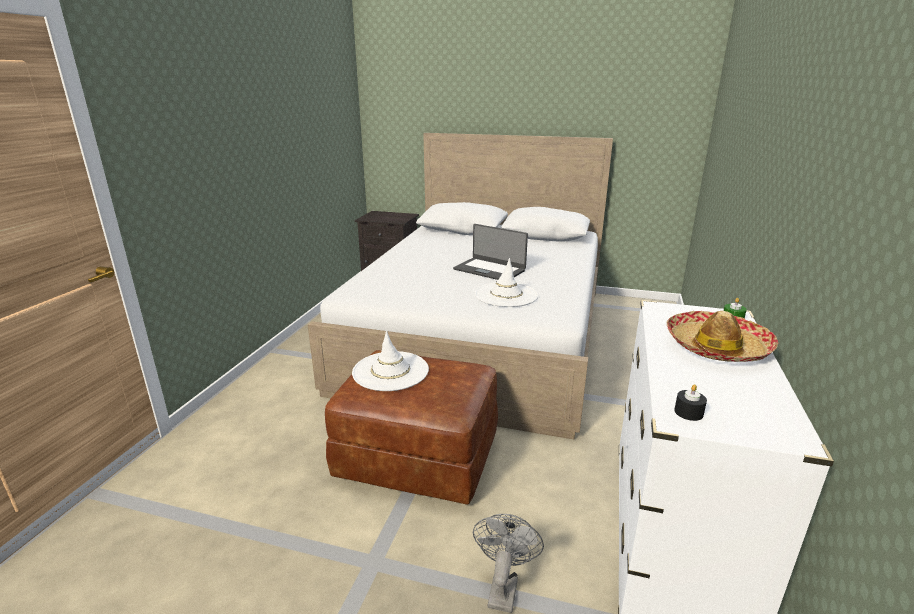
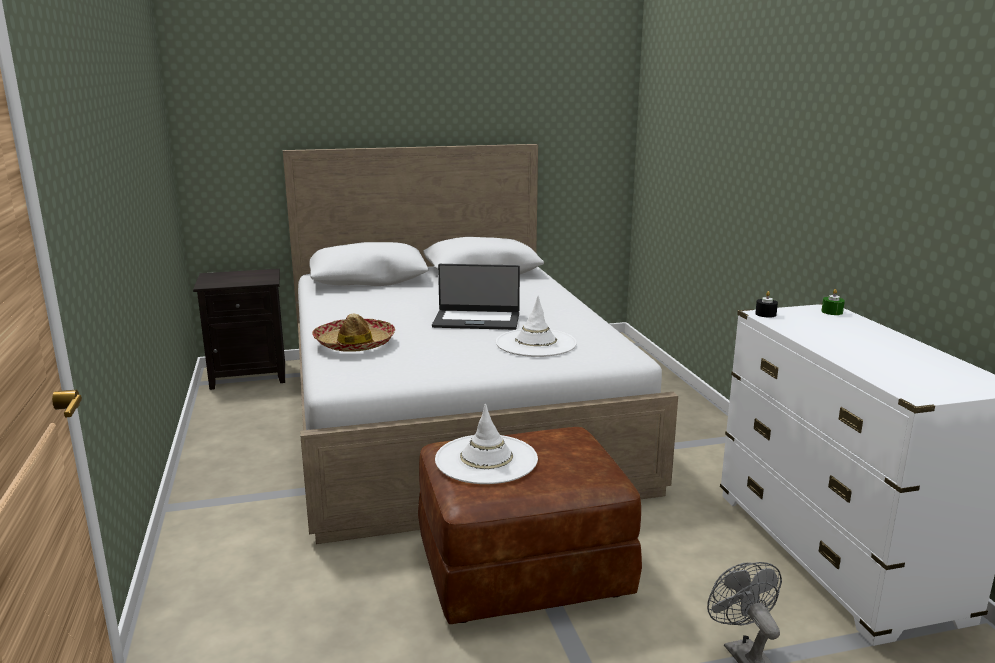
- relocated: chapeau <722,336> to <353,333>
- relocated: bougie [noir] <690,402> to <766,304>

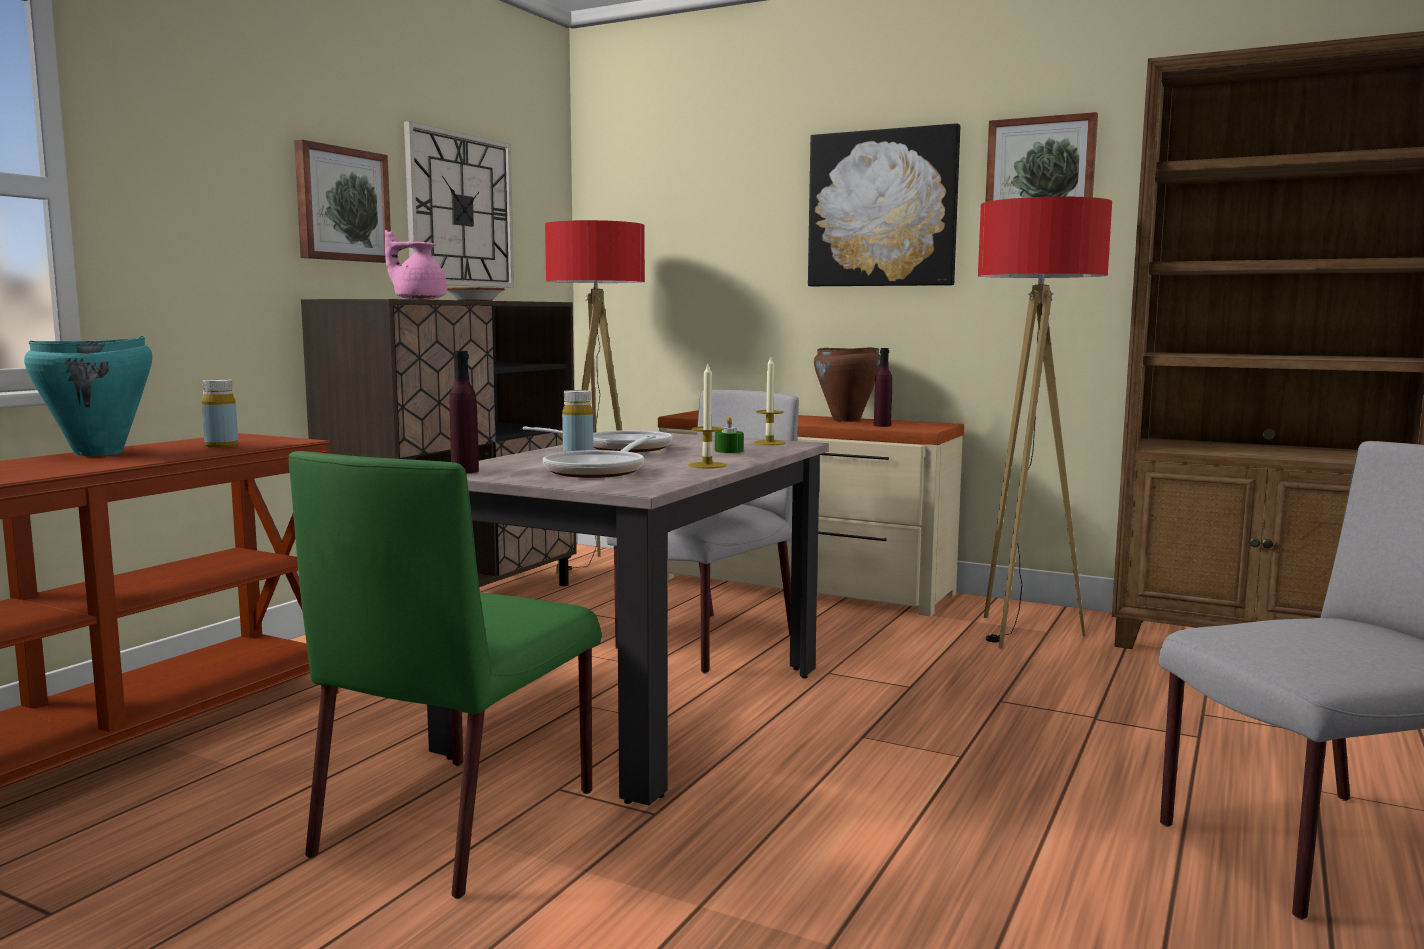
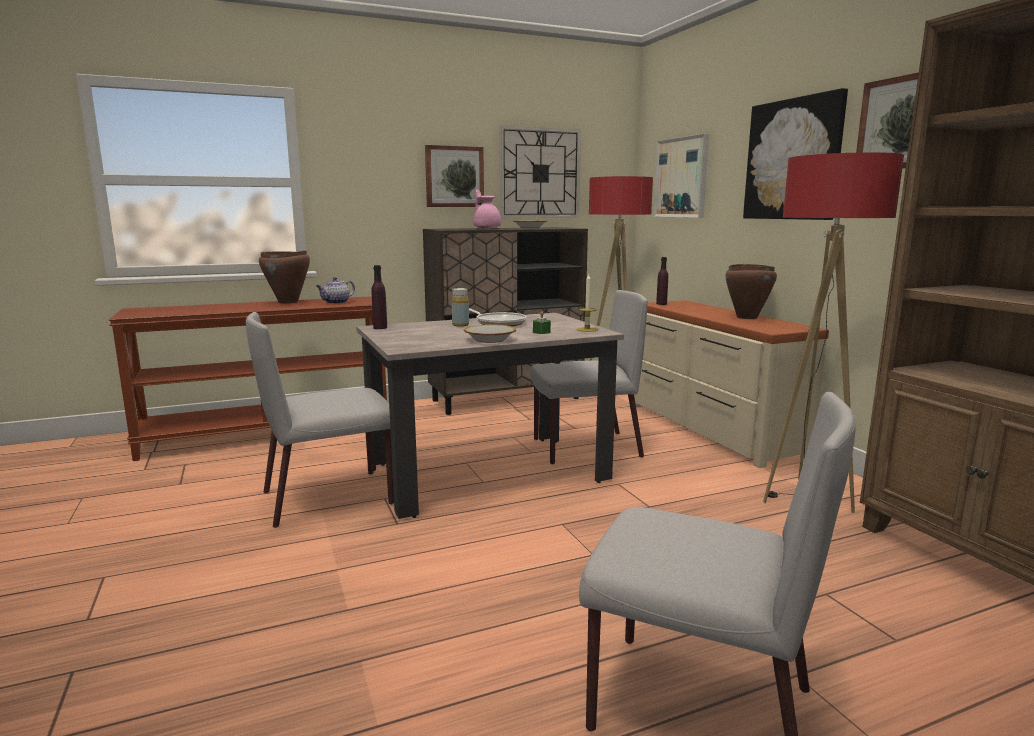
- missing: poêle <599,456>
- appeared: tableau <681,176>
- relocated: bouteille [violet] <883,387> to <662,281>
- exchanged: bouteille [jaune] <220,413> to théière <335,290>
- exchanged: bougie <707,415> to bol <490,333>
- colour: marmite [turquoise] <88,396> to marmite [marron] <284,277>
- colour: chaise [vert] <445,675> to chaise [gris] <320,420>

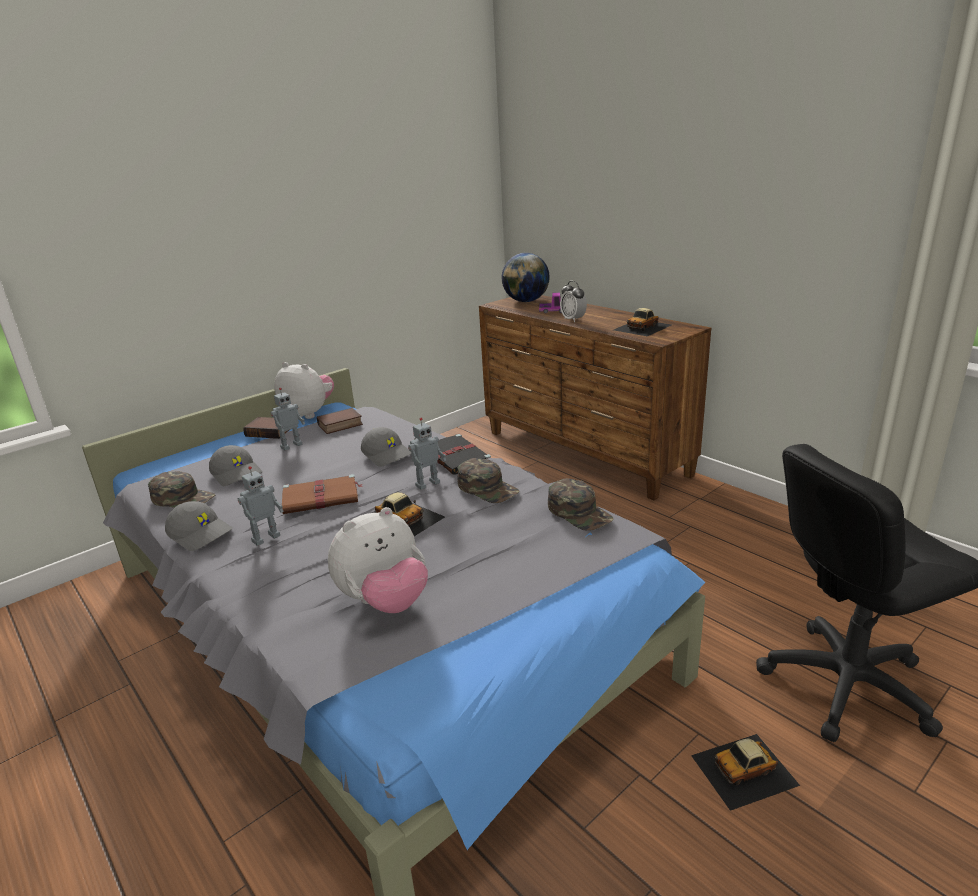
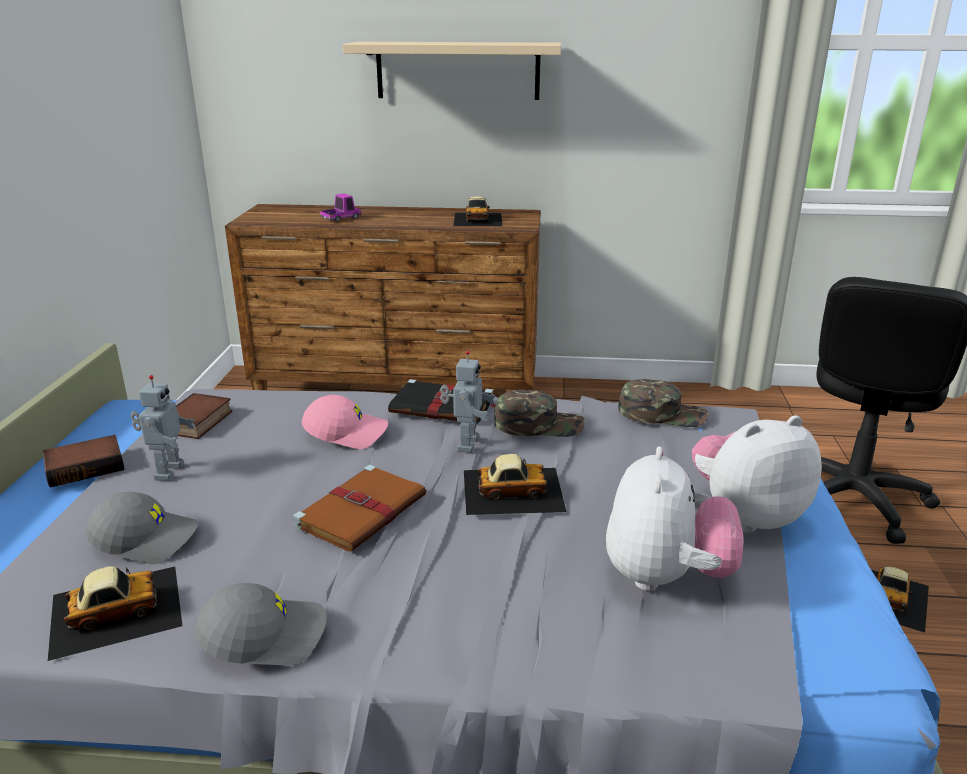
- missing: robot jouet <261,506>
- missing: globe <525,277>
- missing: réveil <573,301>
- appeared: étagère [beige] <452,71>
- relocated: peluche <304,390> to <757,474>
- exchanged: casquette [vert] <181,489> to petite voiture <115,613>
- colour: casquette [gris] <386,447> to casquette [rose] <345,422>

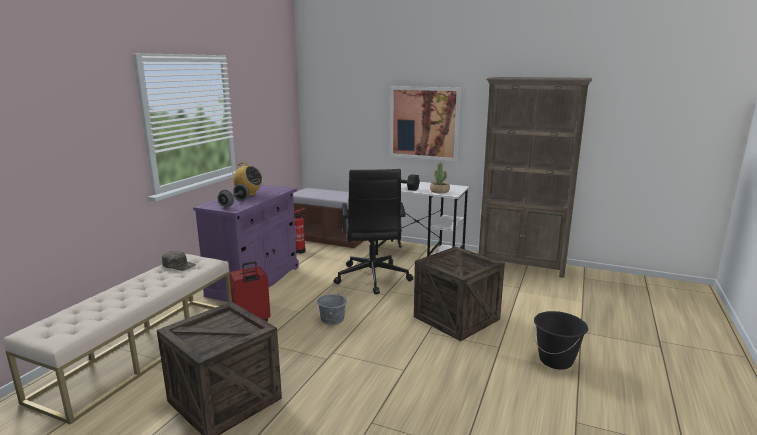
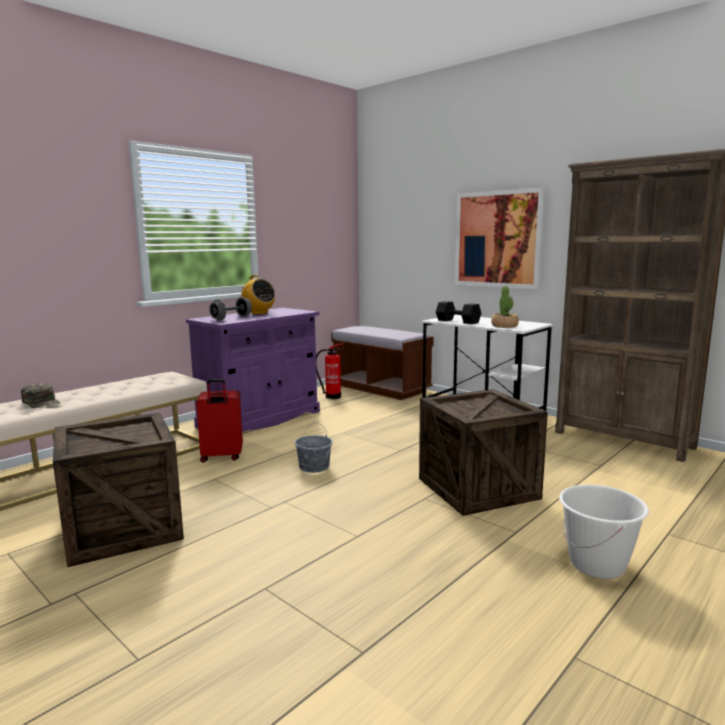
- missing: chaise de bureau [noir] <373,231>
- relocated: casquette [vert] <179,261> to <41,395>
- colour: seau [noir] <561,340> to seau [blanc] <604,532>

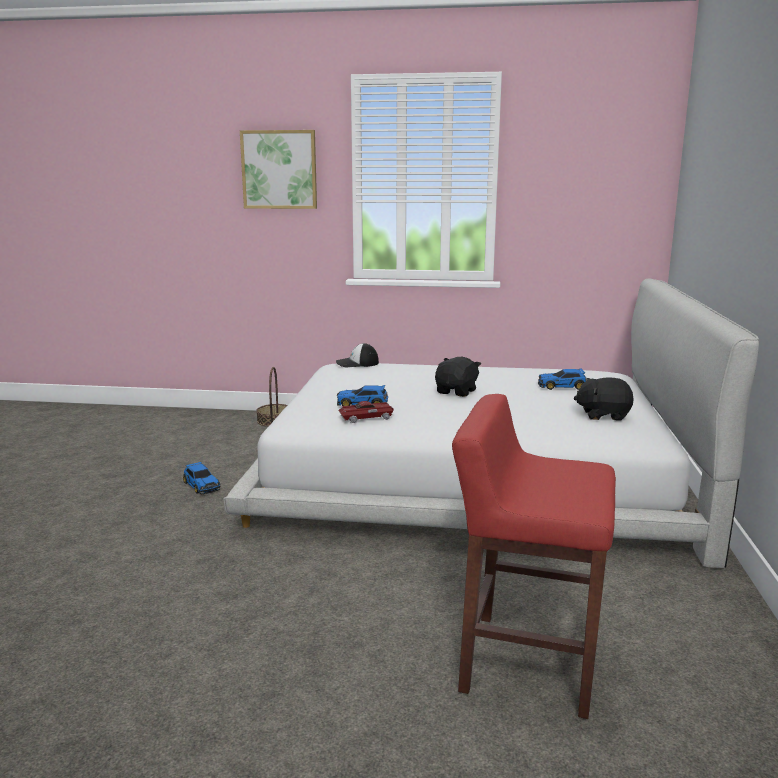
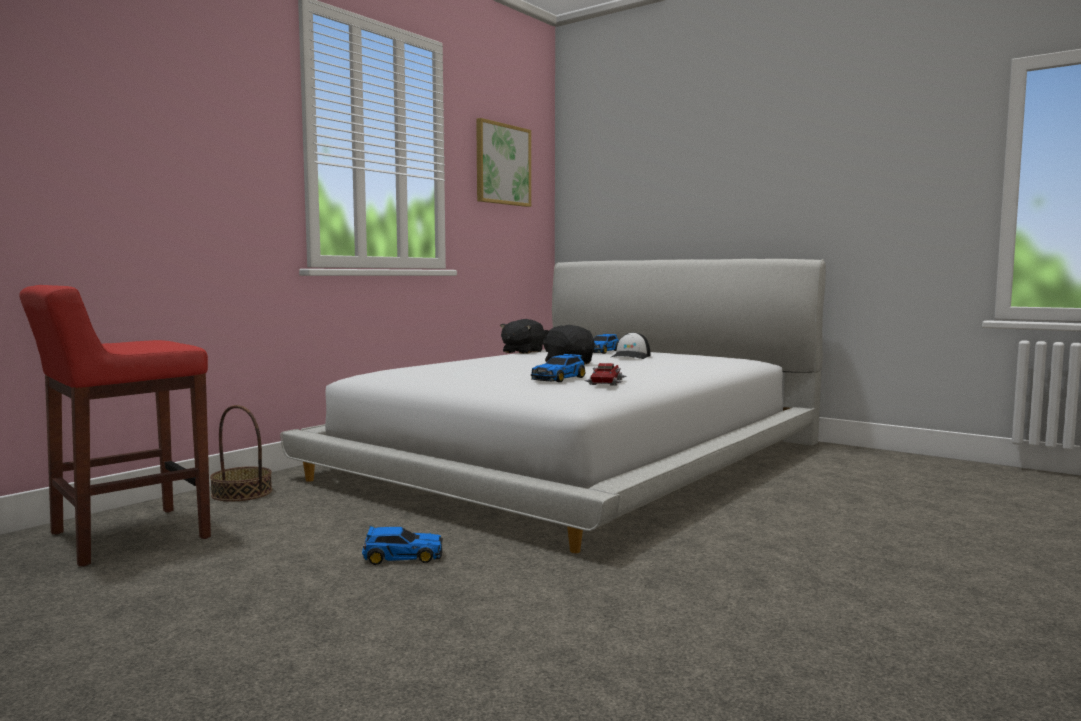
- relocated: tableau <278,169> to <503,162>
- relocated: casquette <357,355> to <631,345>
- relocated: tabouret [rouge] <534,556> to <115,426>
- relocated: peluche [noir] <604,399> to <522,336>

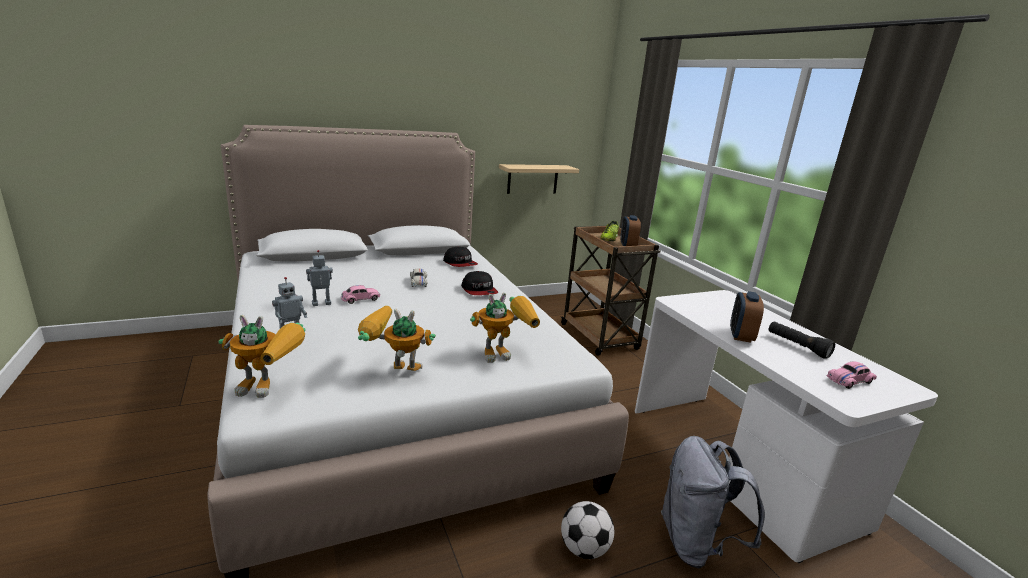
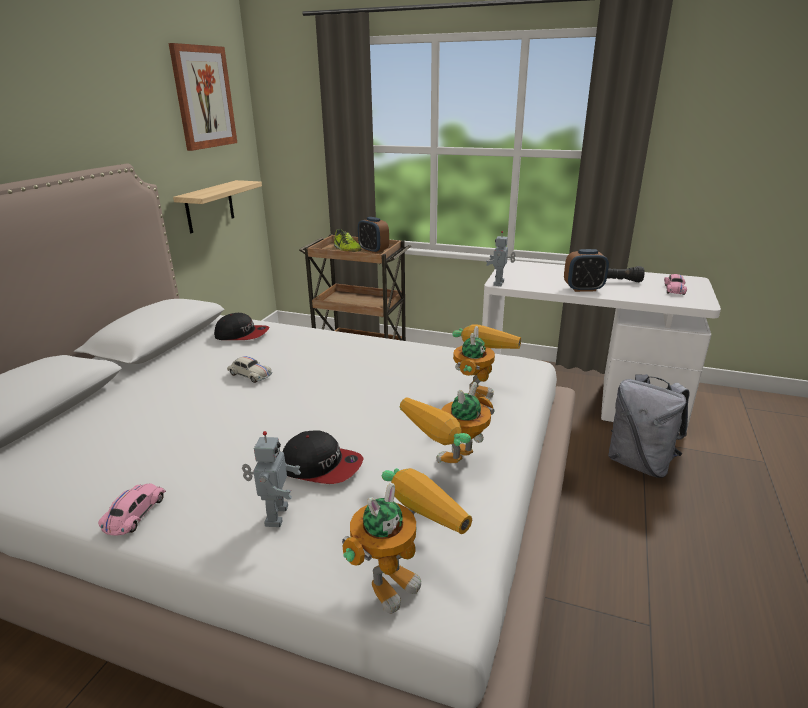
- missing: ballon de foot <587,530>
- appeared: tableau <203,97>
- relocated: robot jouet <319,278> to <501,258>
- relocated: petite voiture [rose] <360,294> to <132,509>
- relocated: casquette <479,283> to <323,457>
- spun: réveil <747,317> = <586,270> 60 degrees counterclockwise

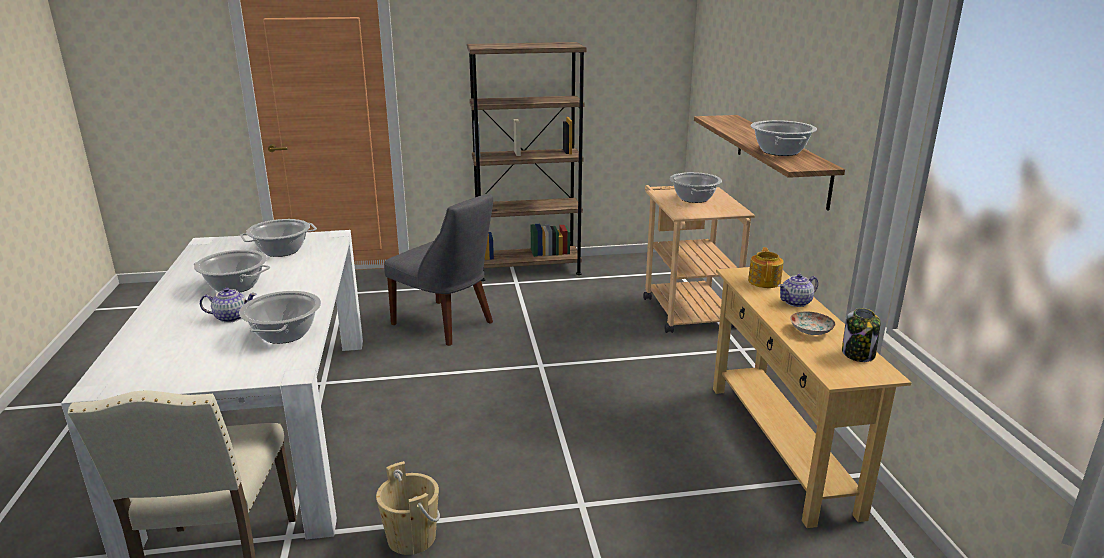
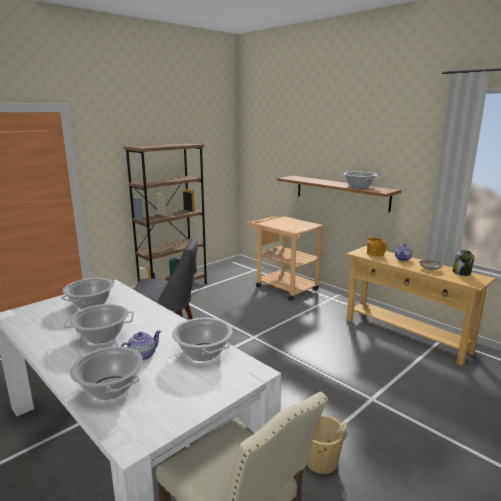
- relocated: marmite <696,187> to <106,373>

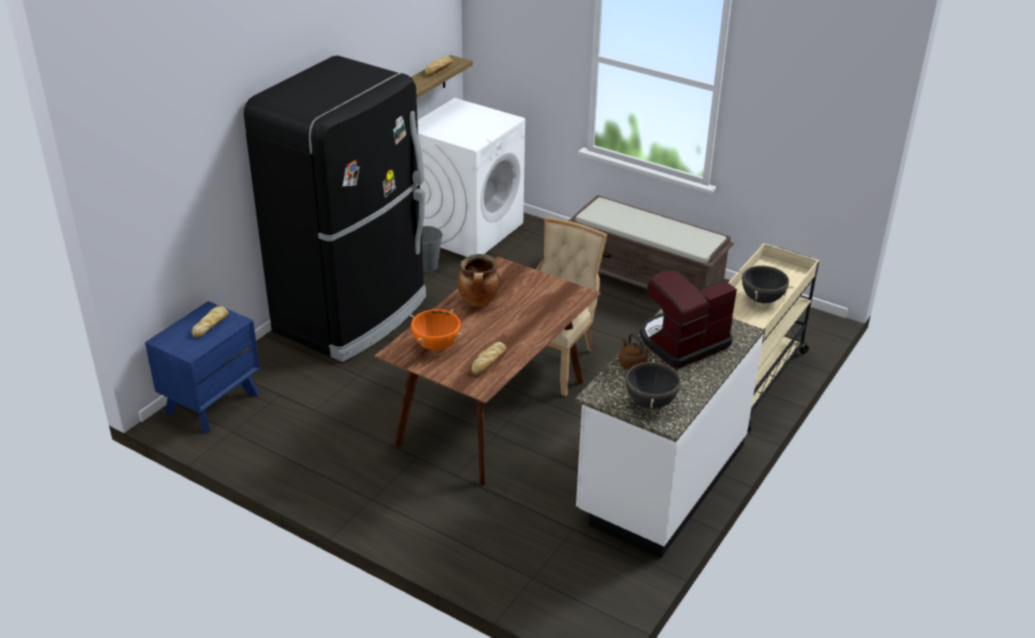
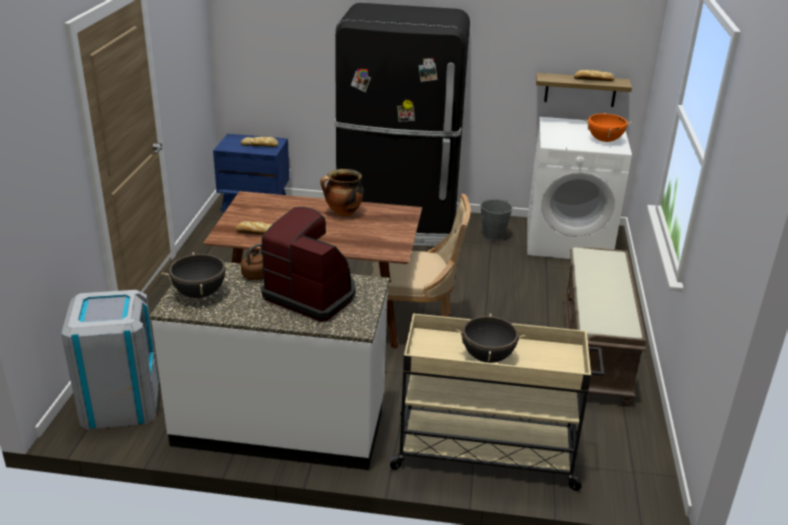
- appeared: poubelle [gris] <110,360>
- relocated: marmite [orange] <436,330> to <608,127>

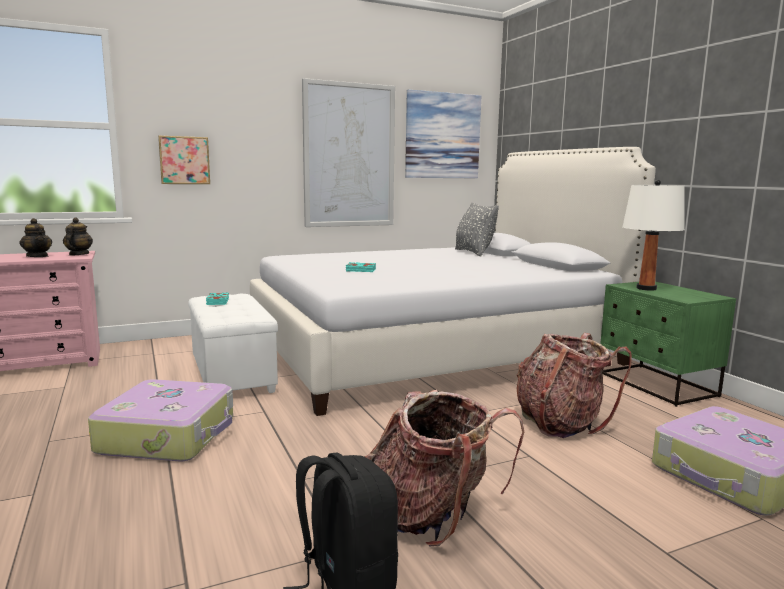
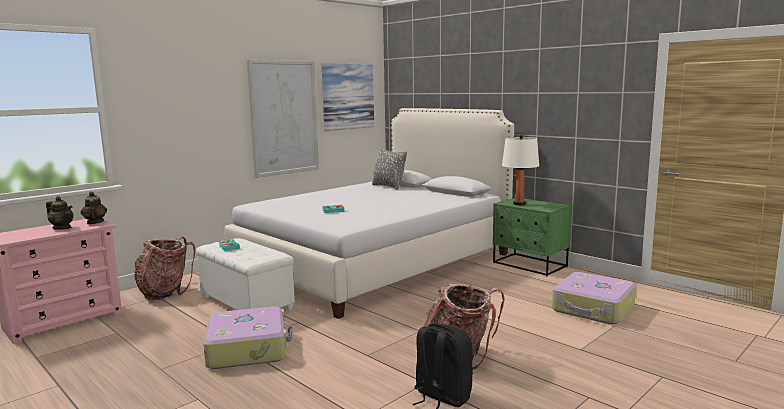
- missing: tableau <184,159>
- relocated: sac à dos <574,385> to <165,268>

